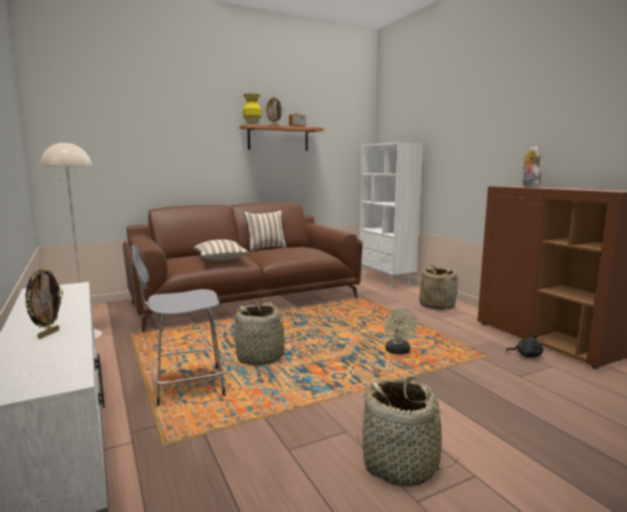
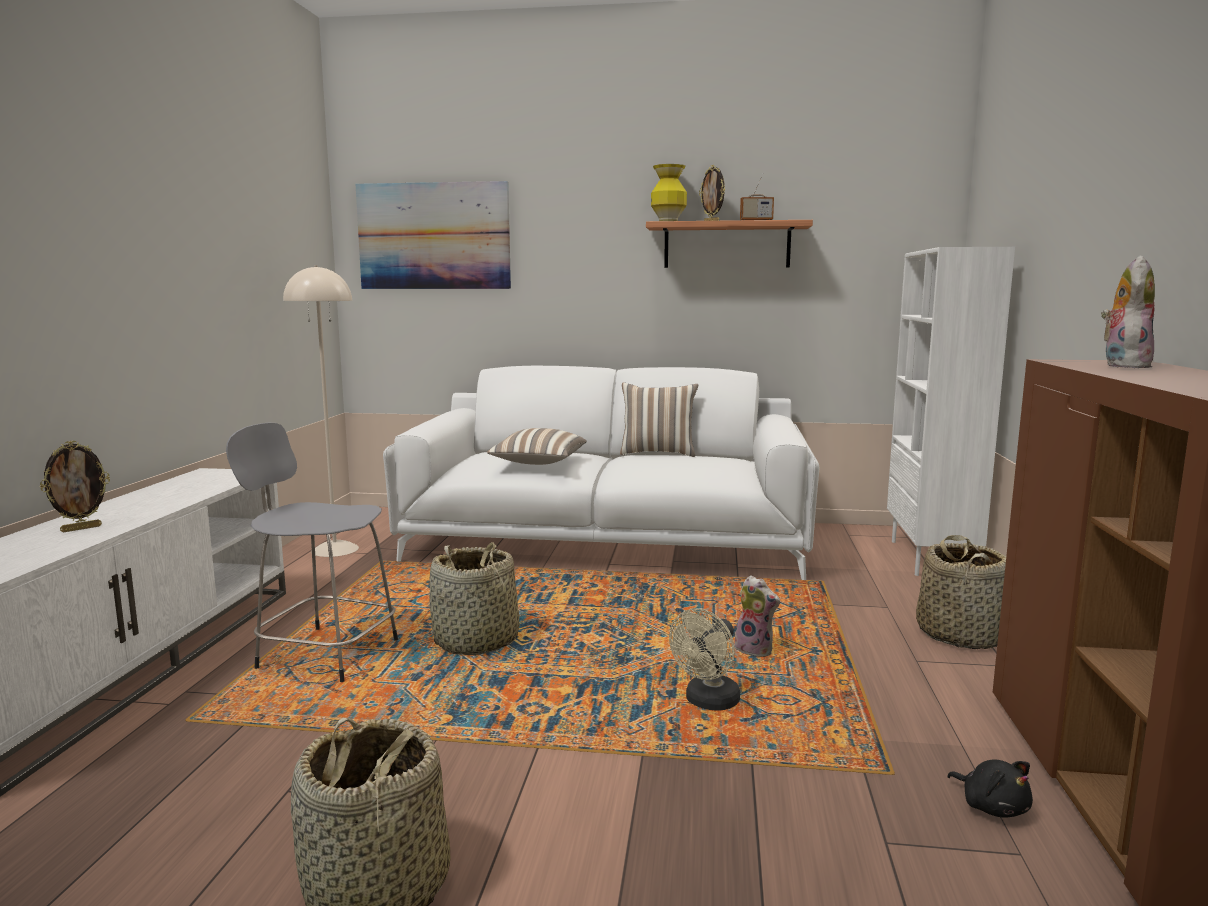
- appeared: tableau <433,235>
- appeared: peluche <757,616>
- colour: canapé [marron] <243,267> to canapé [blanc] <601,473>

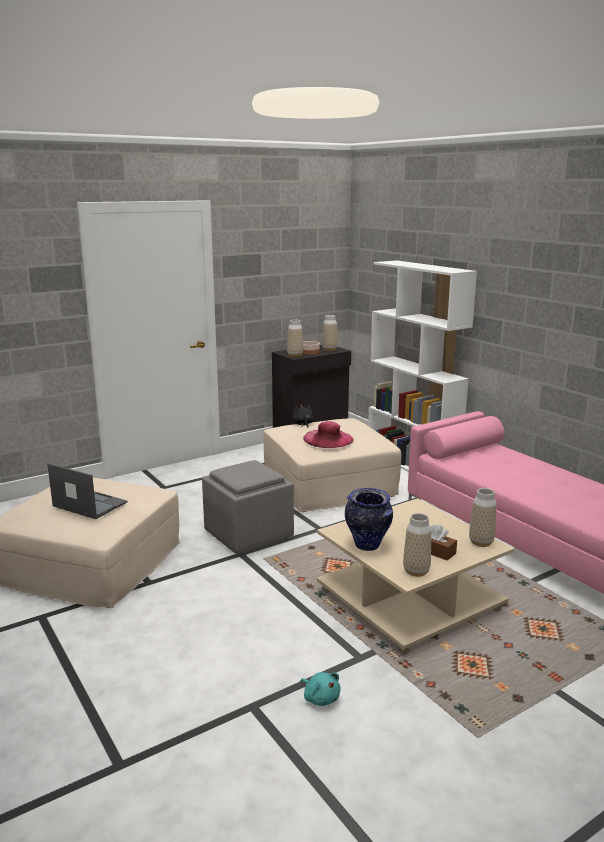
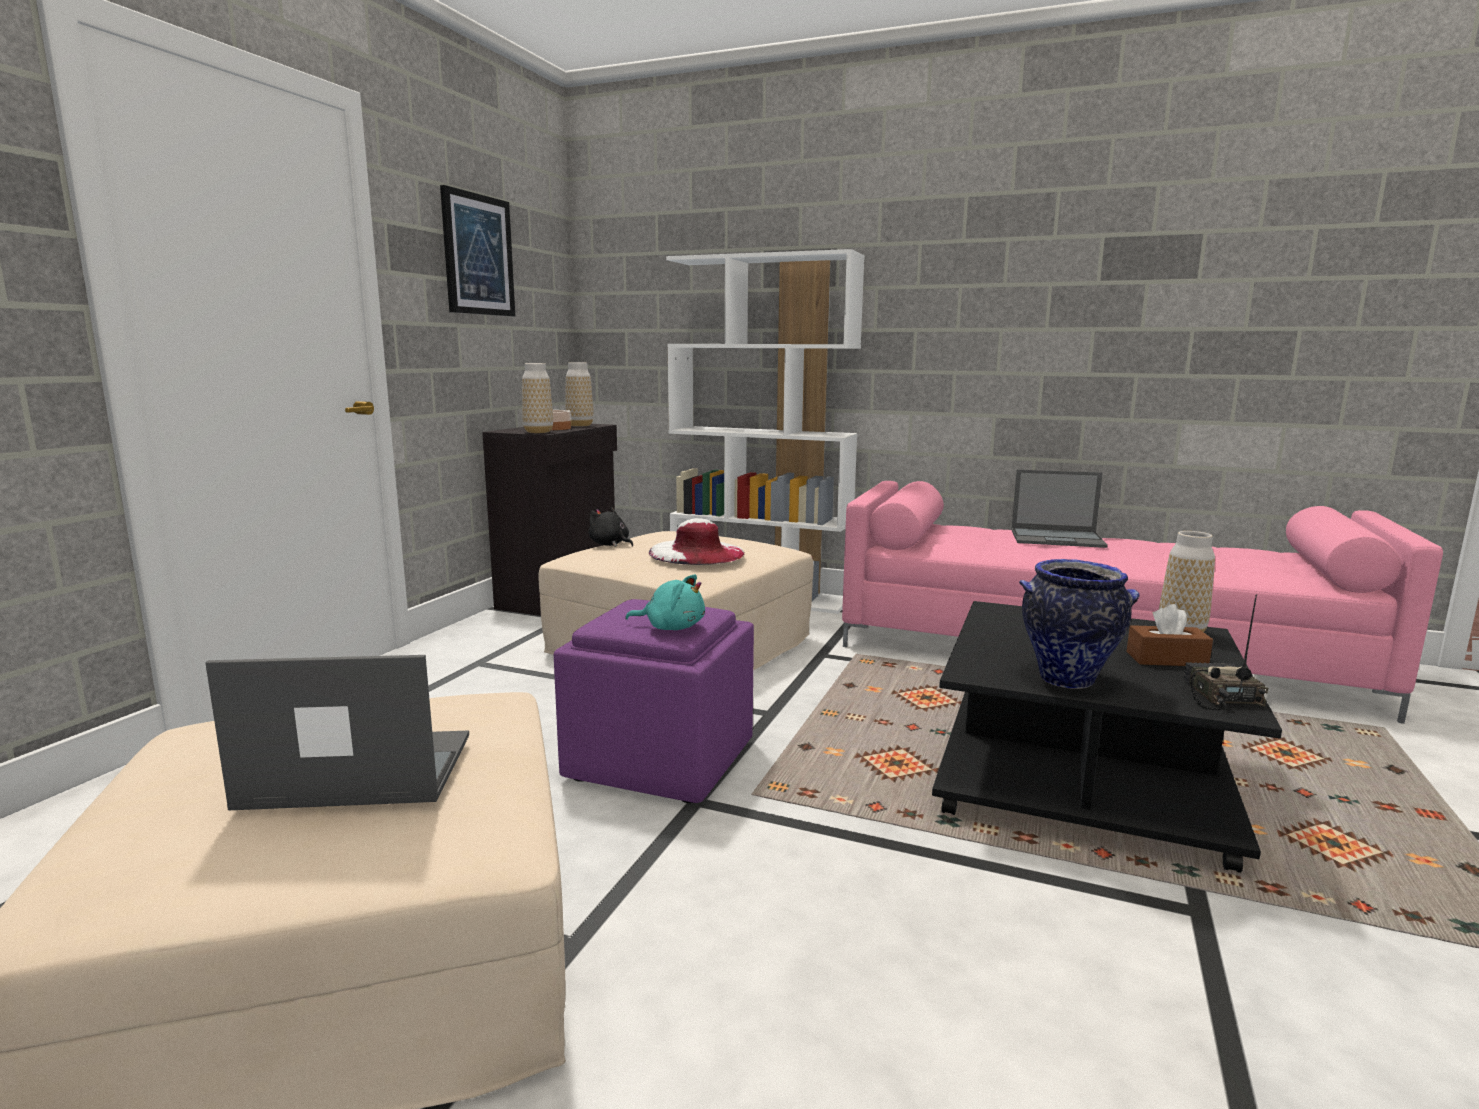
- appeared: tableau <477,250>
- appeared: ordinateur portable <1059,508>
- relocated: peluche [turquoise] <321,689> to <665,602>
- exchanged: vase <417,545> to radio <1225,652>
- colour: pouf [gris] <248,507> to pouf [violet] <654,701>
- colour: chapeau [rose] <328,434> to chapeau [blanc] <696,541>
- colour: table basse [beige] <415,576> to table basse [noir] <1107,737>

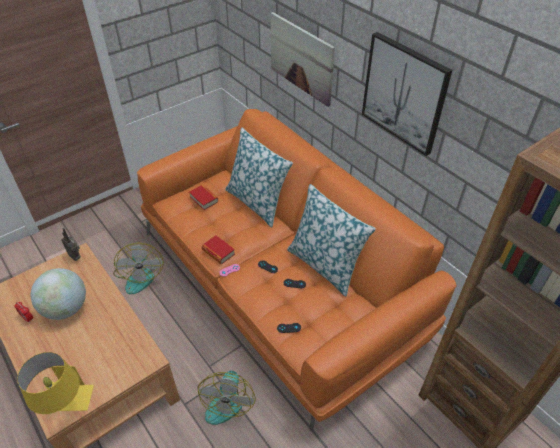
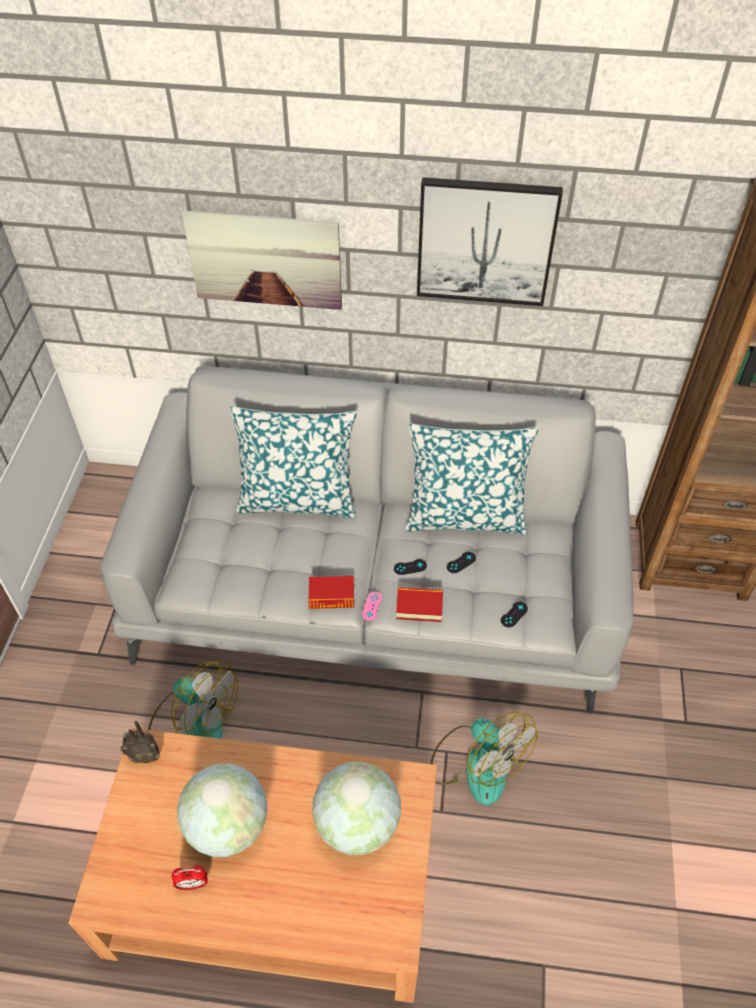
- missing: lampe de table [jaune] <56,383>
- appeared: globe <356,808>
- relocated: livre <203,197> to <419,604>
- colour: canapé [orange] <296,270> to canapé [gris] <366,540>

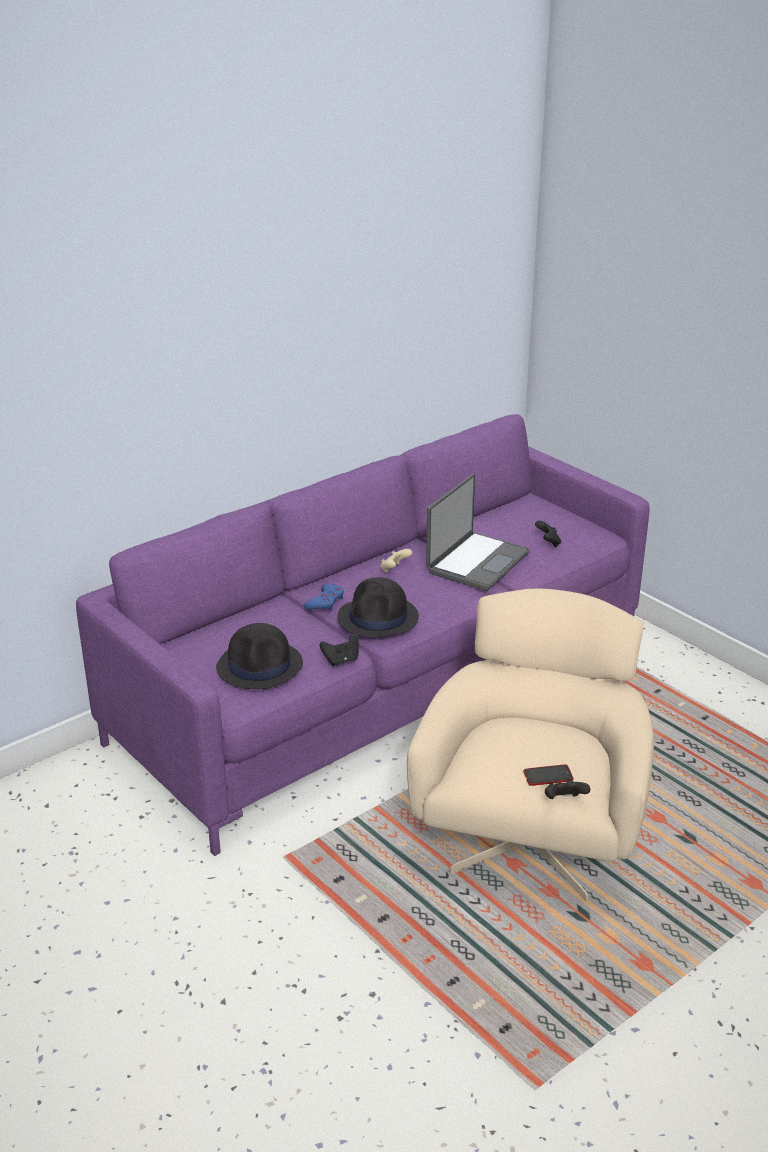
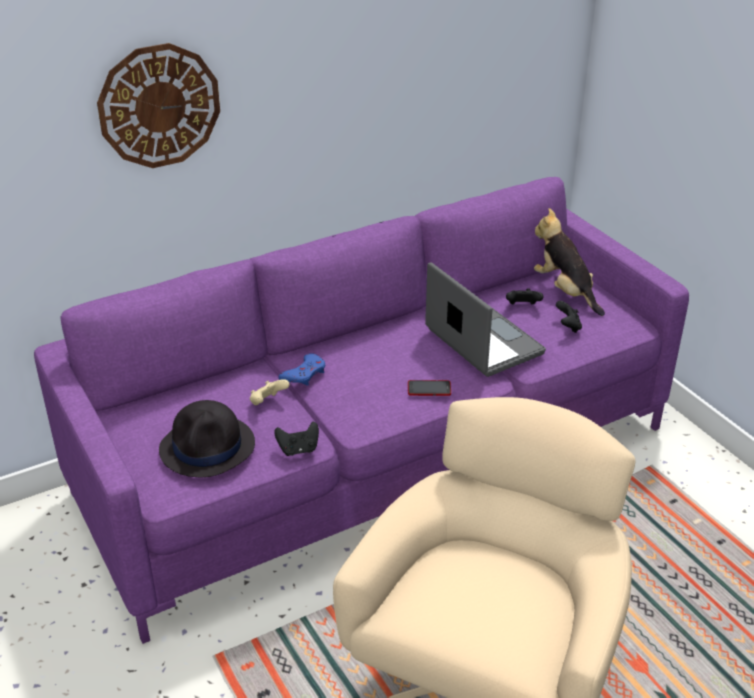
- missing: chapeau [noir] <378,607>
- appeared: horloge murale <158,105>
- appeared: peluche <569,262>
- relocated: manette [beige] <396,561> to <270,392>
- relocated: téléphone <548,775> to <429,388>
- relocated: manette [noir] <567,789> to <524,296>
- spun: ordinateur portable <478,532> = <485,319> 75 degrees counterclockwise

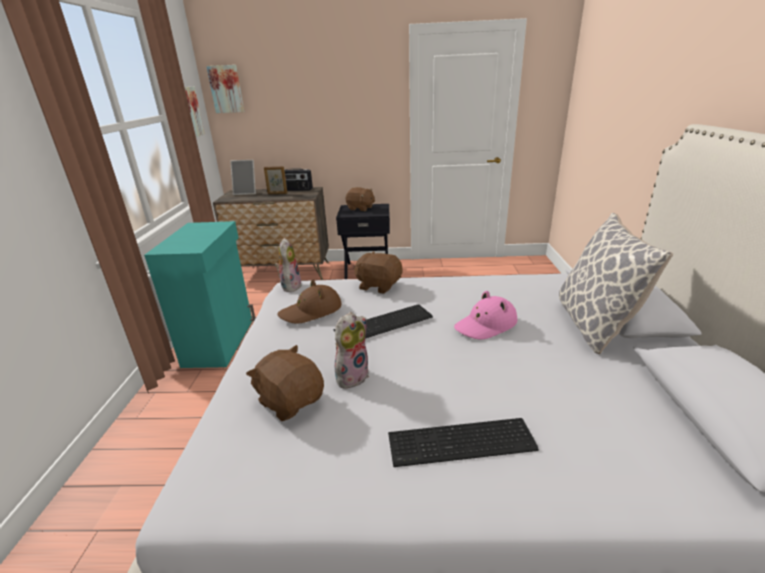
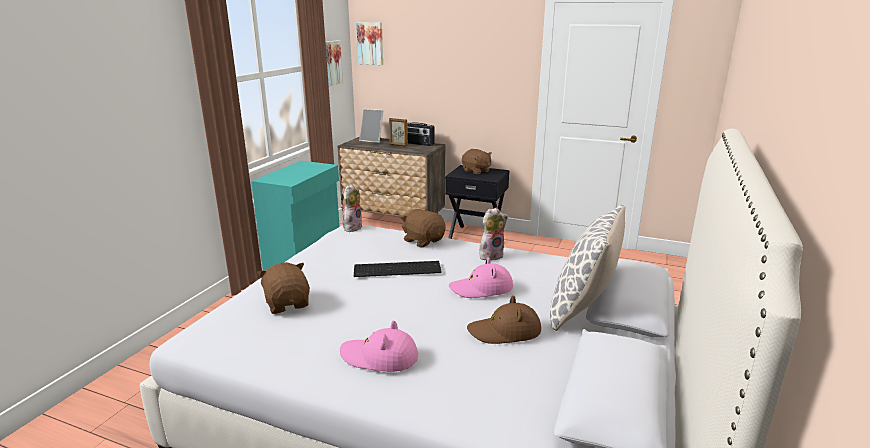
- relocated: chapeau [marron] <309,301> to <504,320>
- relocated: peluche <352,350> to <493,234>
- exchanged: clavier <463,442> to chapeau [rose] <379,346>

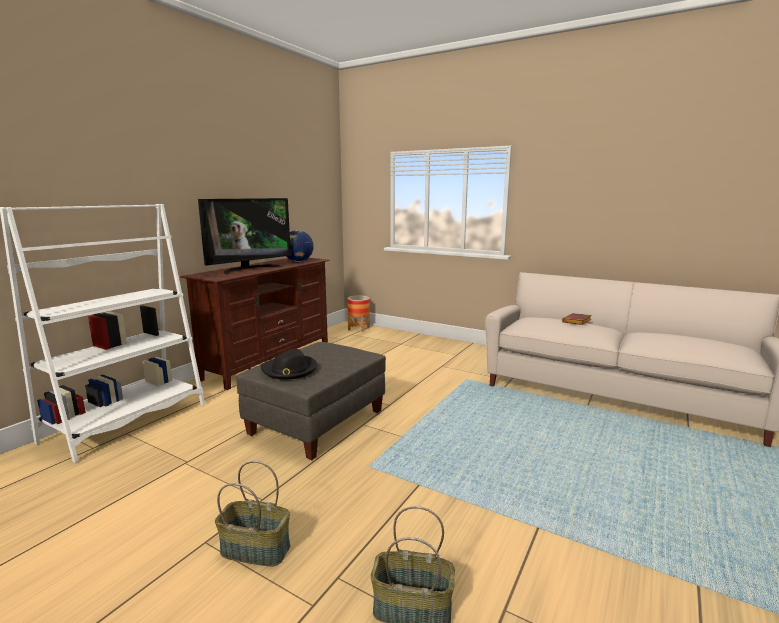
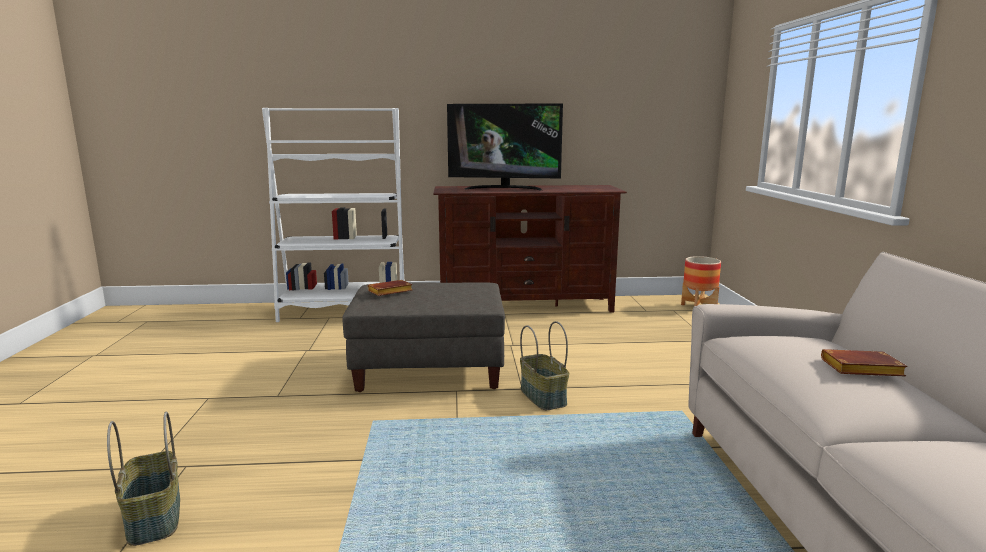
- missing: globe <300,246>
- relocated: panier <252,513> to <544,365>
- exchanged: chapeau [noir] <289,364> to livre [marron] <390,288>

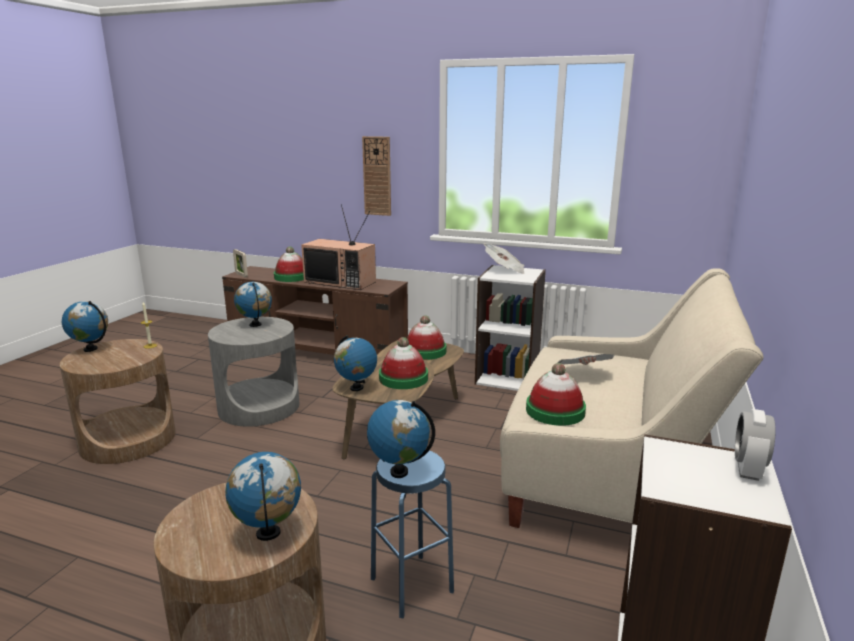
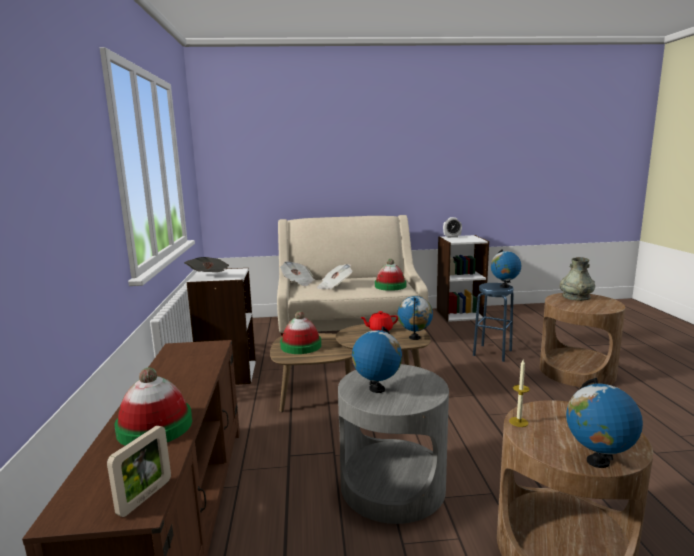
- missing: téléviseur <338,247>
- missing: horloge murale <376,176>
- appeared: journal <297,273>
- exchanged: globe <263,496> to vase [gris] <577,279>
- exchanged: chapeau <403,363> to théière [rouge] <379,321>

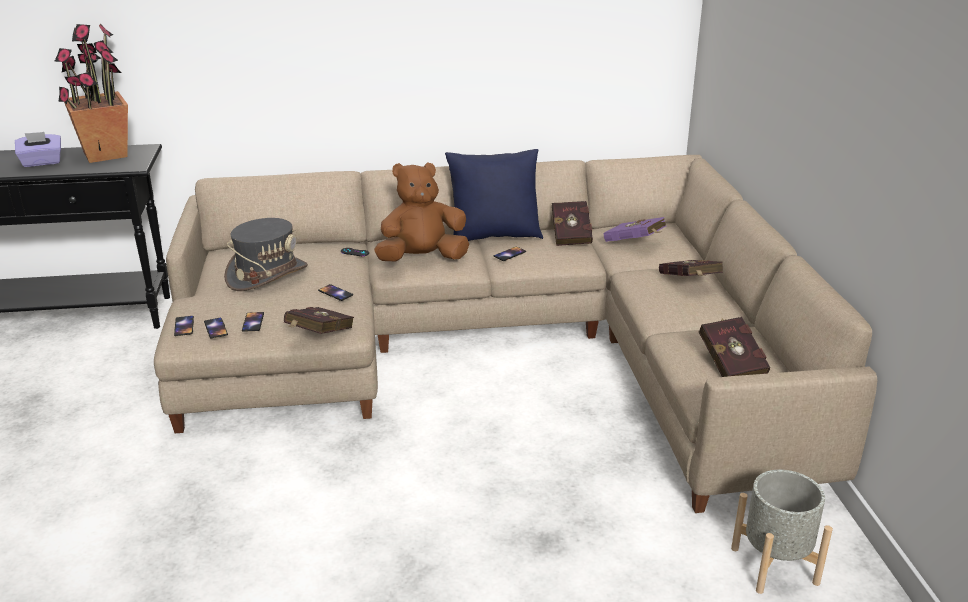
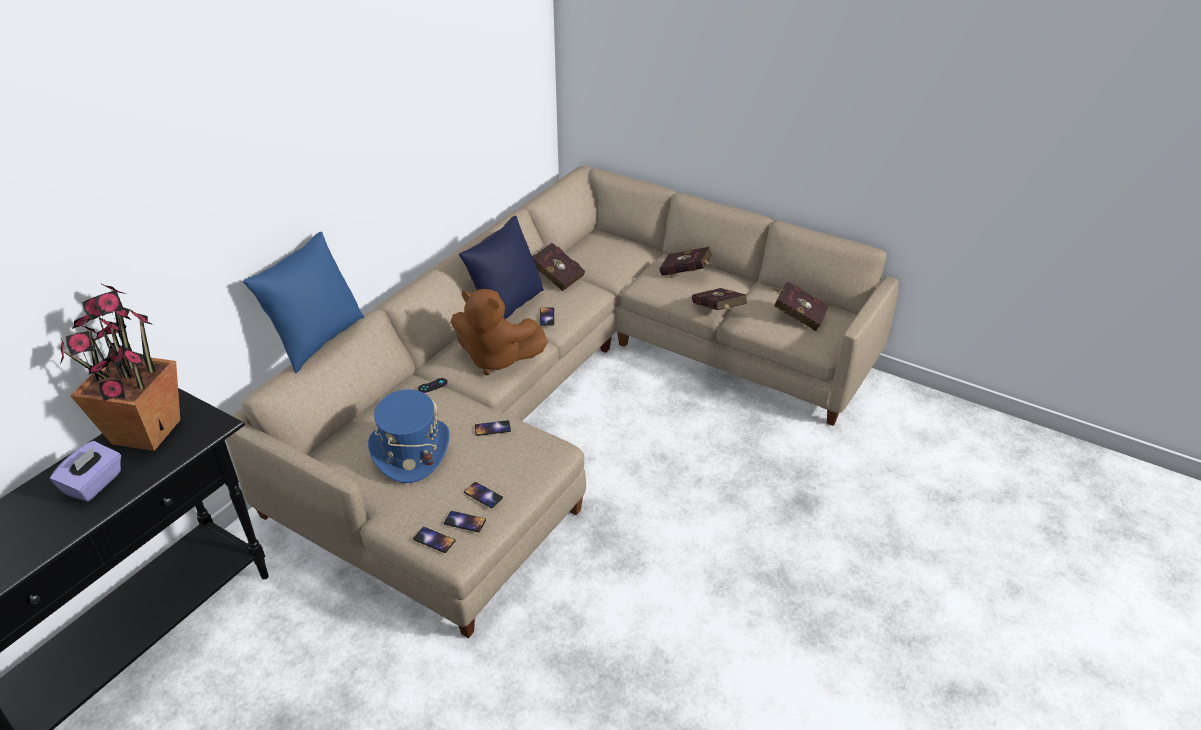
- missing: livre [violet] <635,229>
- missing: cache-pot [gris] <782,532>
- appeared: coussin [bleu] <304,302>
- relocated: livre [rouge] <319,320> to <719,299>
- colour: chapeau [gris] <266,254> to chapeau [bleu] <408,436>
- spun: peluche [marron] <421,212> = <499,332> 90 degrees counterclockwise

